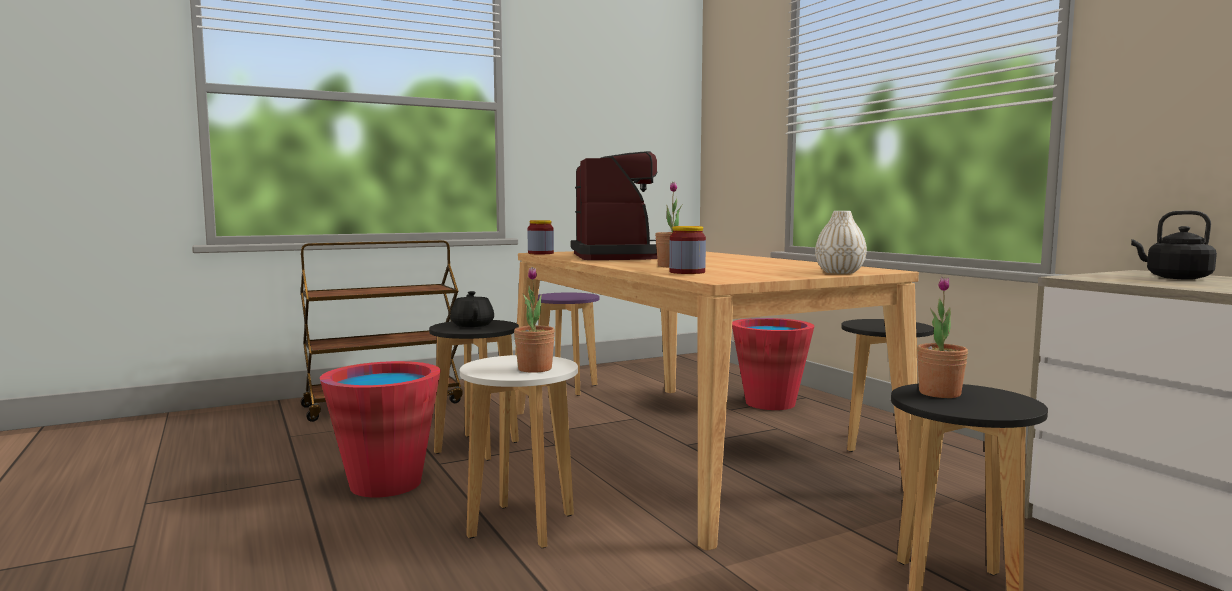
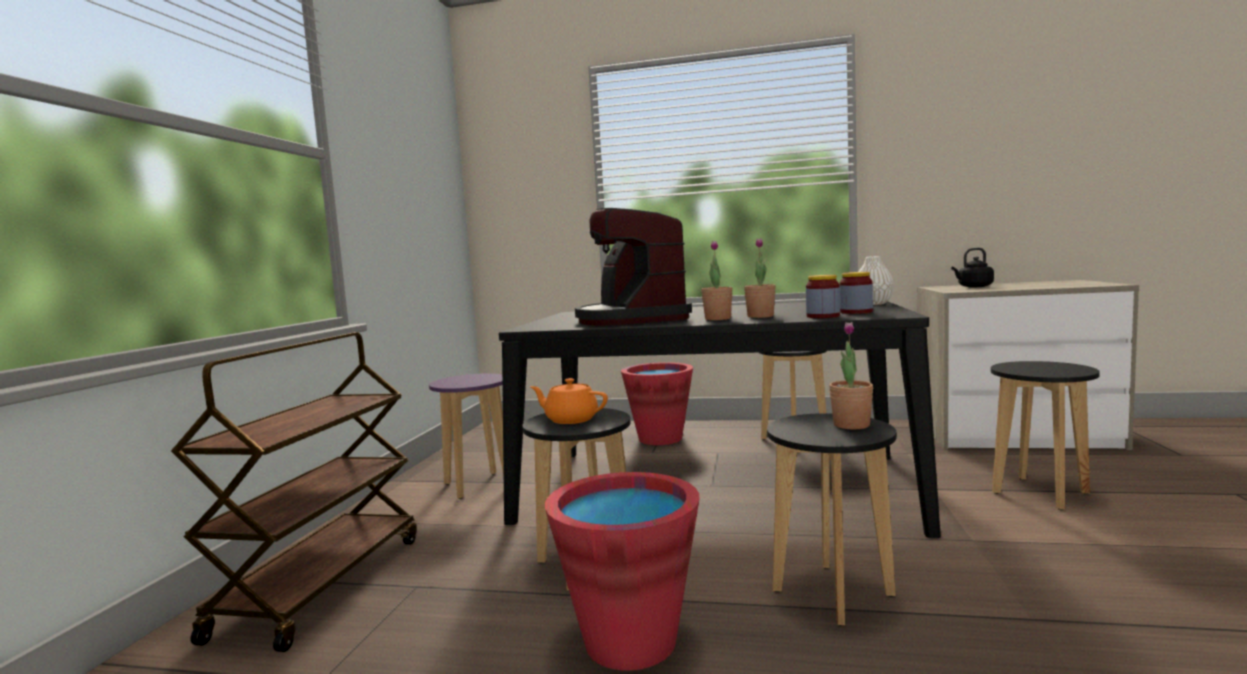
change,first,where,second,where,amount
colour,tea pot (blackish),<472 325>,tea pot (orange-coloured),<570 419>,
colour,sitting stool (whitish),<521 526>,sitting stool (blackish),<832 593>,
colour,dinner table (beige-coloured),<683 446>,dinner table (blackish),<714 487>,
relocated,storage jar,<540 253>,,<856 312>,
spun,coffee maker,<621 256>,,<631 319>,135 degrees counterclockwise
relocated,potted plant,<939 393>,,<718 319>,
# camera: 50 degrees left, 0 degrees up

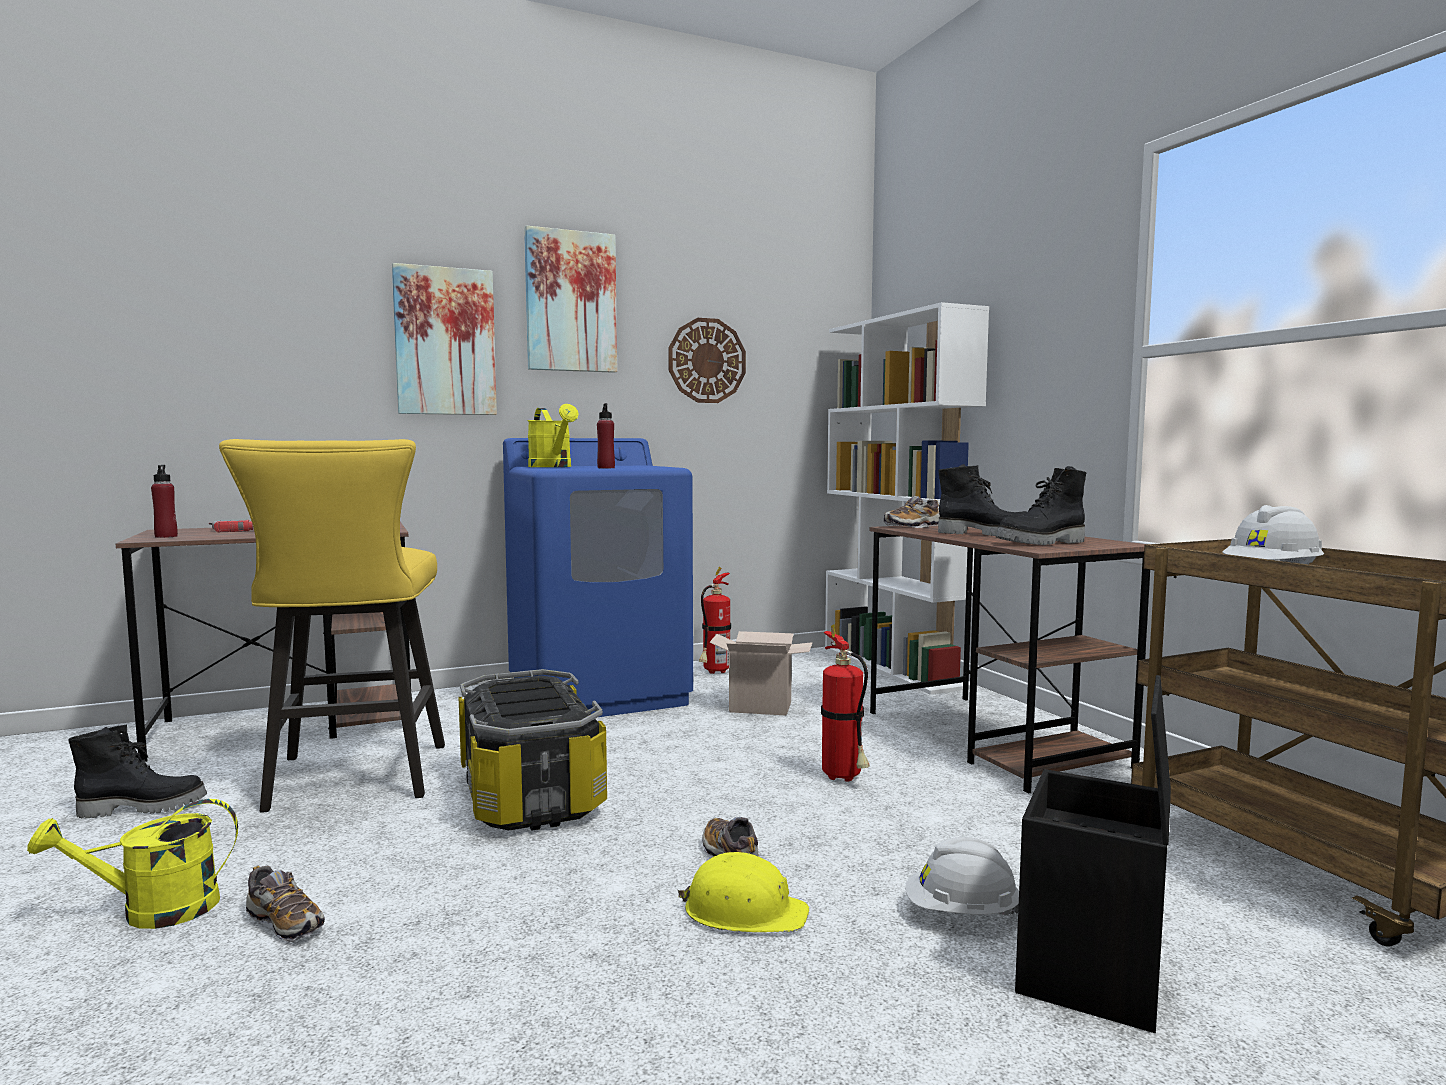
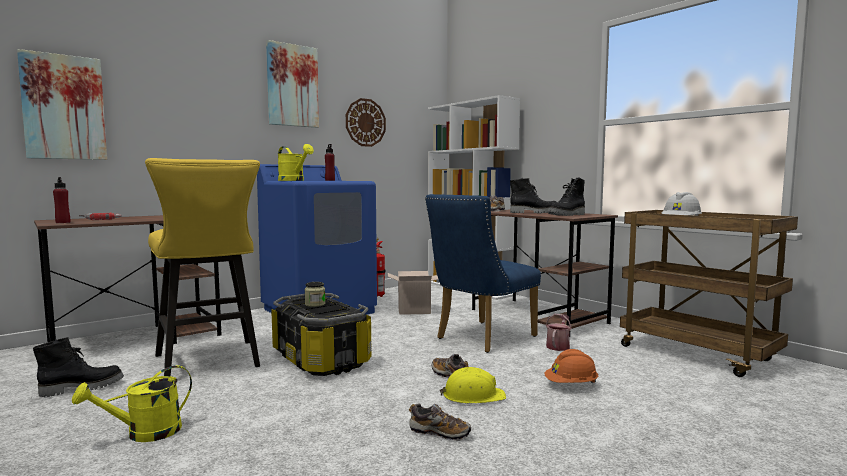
change,first,where,second,where,amount
relocated,shoe,<285 923>,,<439 433>,
relocated,wall picture,<445 342>,,<64 107>,
exchanged,fire extinguisher,<844 778>,upright chair (blue-coloured),<480 338>,
colour,hard hat (whitish),<961 914>,hard hat (orange-coloured),<571 385>,
missing,storage container (blackish),<1092 975>,,,
appeared,,,storage jar,<315 304>,
appeared,,,watering pot,<558 345>,
# camera: 15 degrees left, 0 degrees up

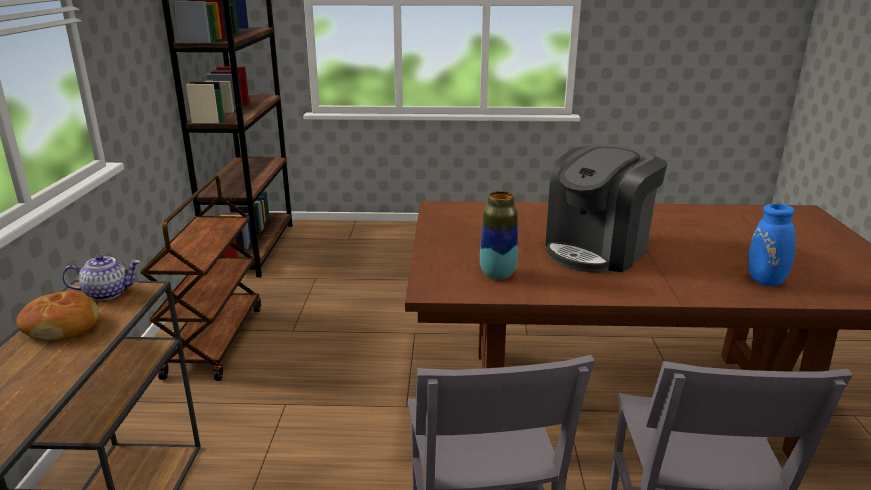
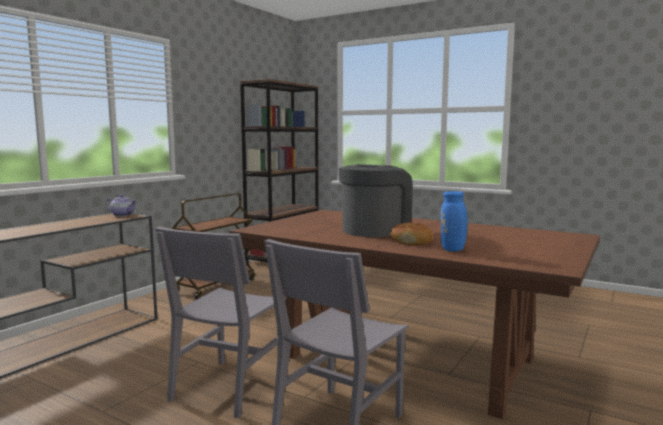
change,first,where,second,where,amount
relocated,bread,<62 326>,,<412 241>,
missing,decorative vase,<497 274>,,,
spun,coffee maker,<597 250>,,<375 230>,150 degrees clockwise
# camera: 30 degrees right, 15 degrees down

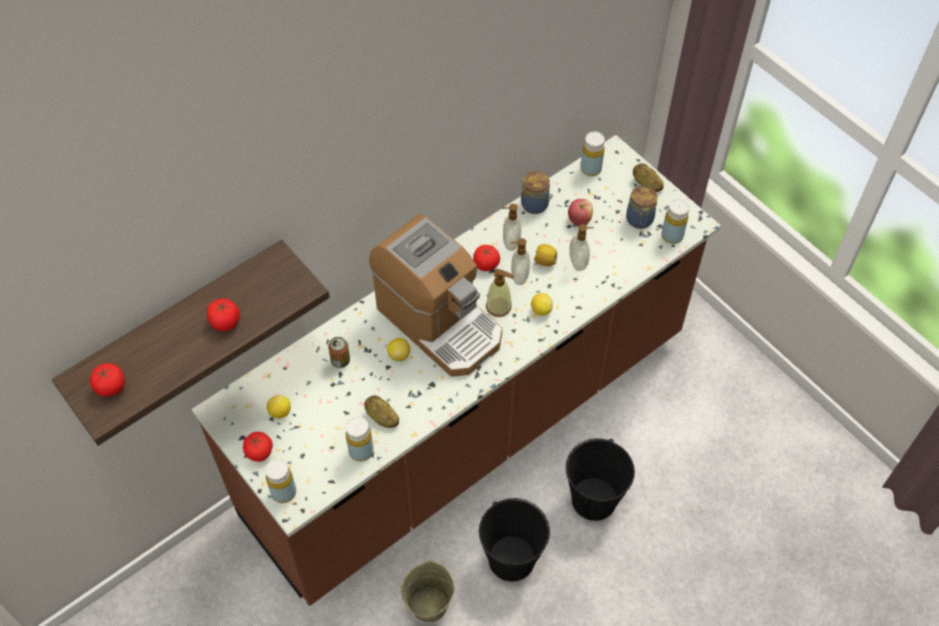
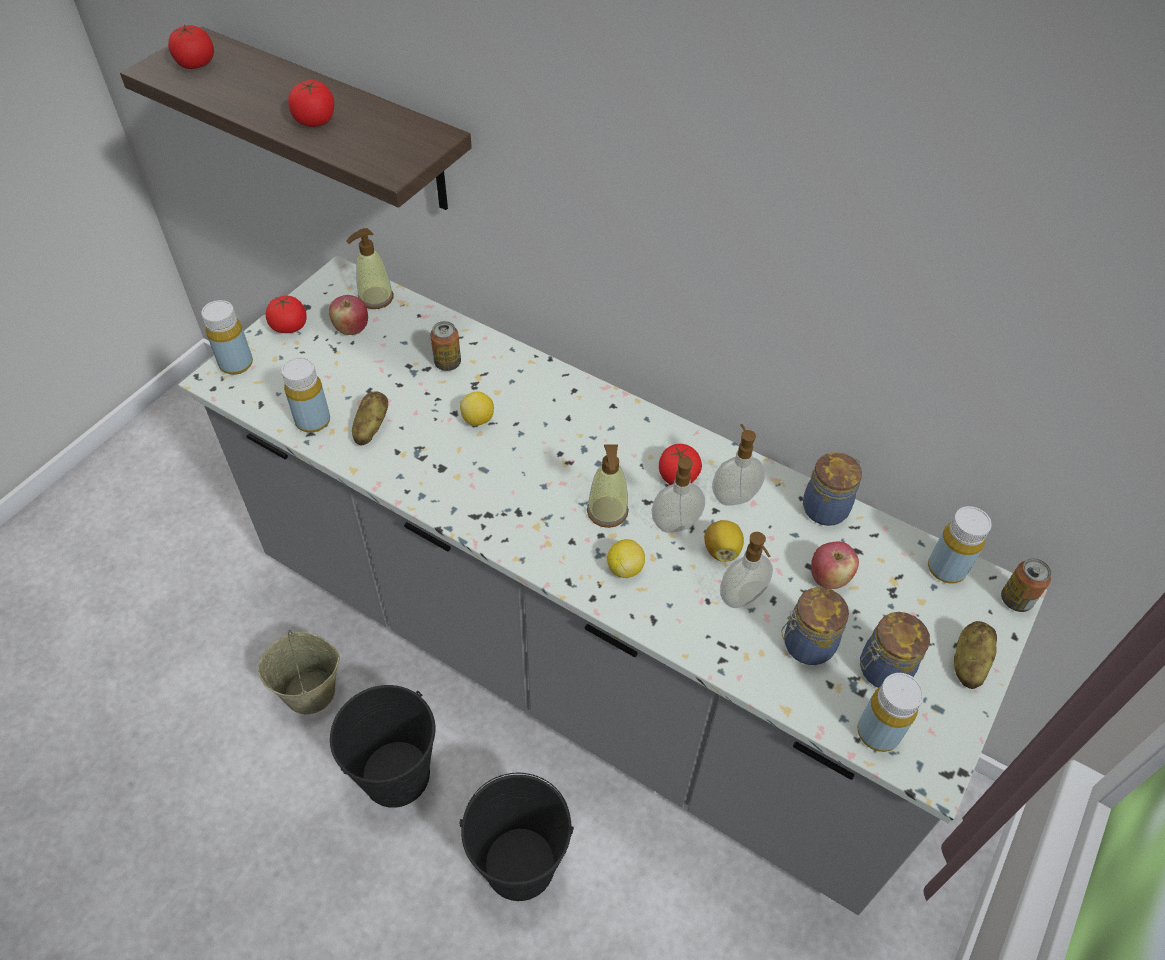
change,first,where,second,where,amount
colour,kitchen base unit (brown),<469 428>,kitchen base unit (greyish),<577 664>,
exchanged,citrus fruit,<280 412>,apple,<352 329>,
missing,coffee maker,<439 322>,,,
appeared,,,liquid soap bottle,<375 298>,
appeared,,,storage jar,<805 645>,
appeared,,,metal can,<1016 600>,
# camera: 70 degrees right, 5 degrees down

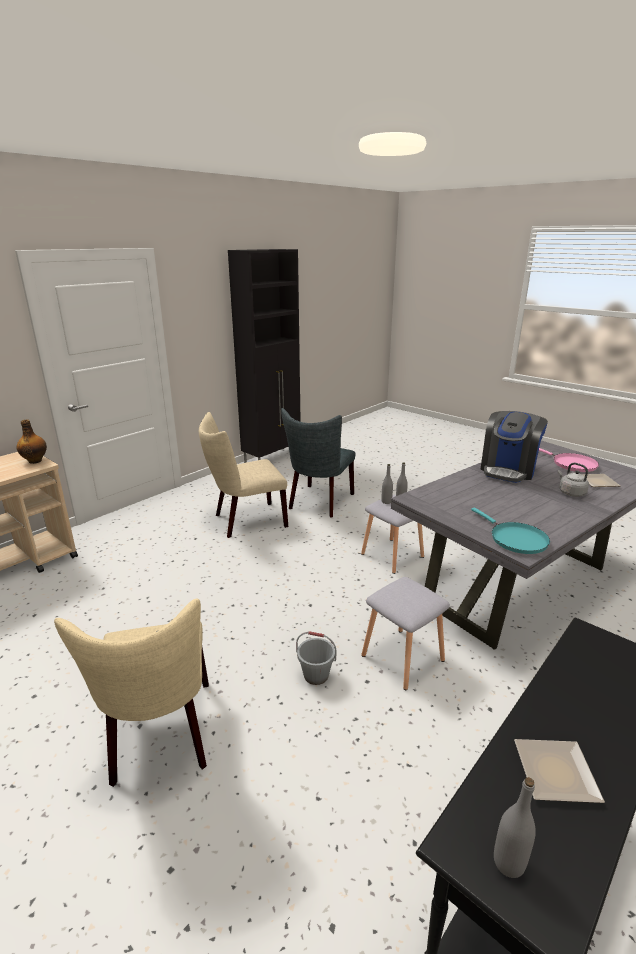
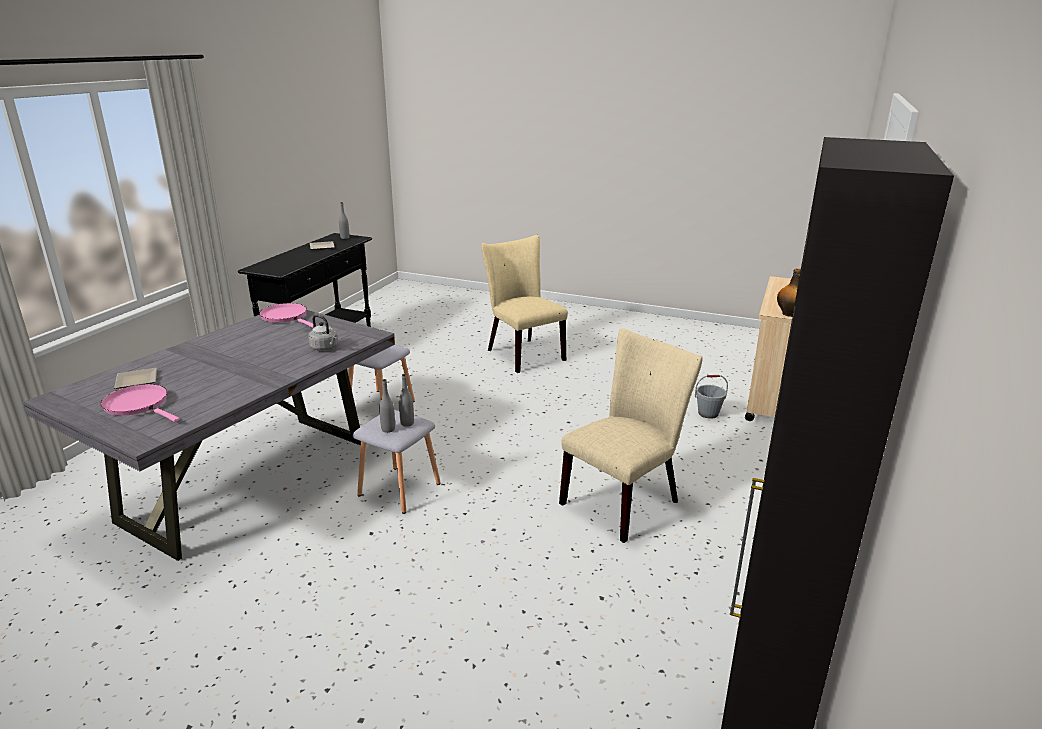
change,first,where,second,where,amount
missing,upright chair (greyish),<319 503>,,,
relocated,water bucket (greyish),<315 675>,,<708 413>,
colour,frying pan (turquoise-coloured),<515 539>,frying pan (pinkish),<286 317>,
missing,coffee maker,<508 470>,,,
relocated,kettle (greyish),<570 492>,,<325 348>,
# camera: 160 degrees right, 0 degrees up

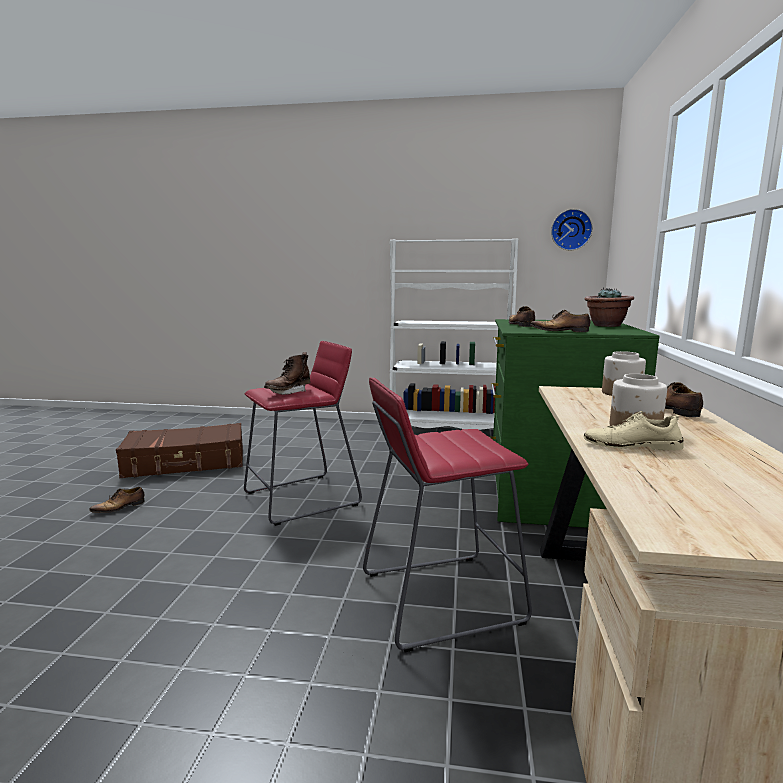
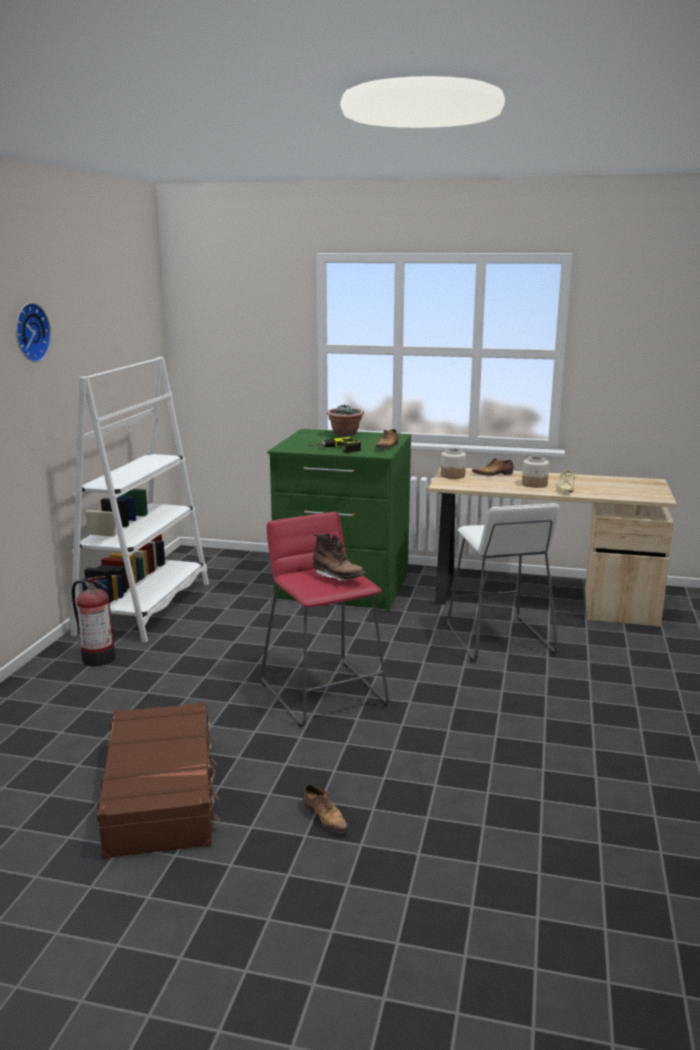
change,first,where,second,where,amount
colour,sitting stool (reddish),<440 598>,sitting stool (whitish),<498 639>,
exchanged,shoe,<520 325>,electric drill,<336 450>,
relocated,wall clock,<571 230>,,<29 332>,
appeared,,,fire extinguisher,<97 658>,
# camera: 85 degrees left, 5 degrees up

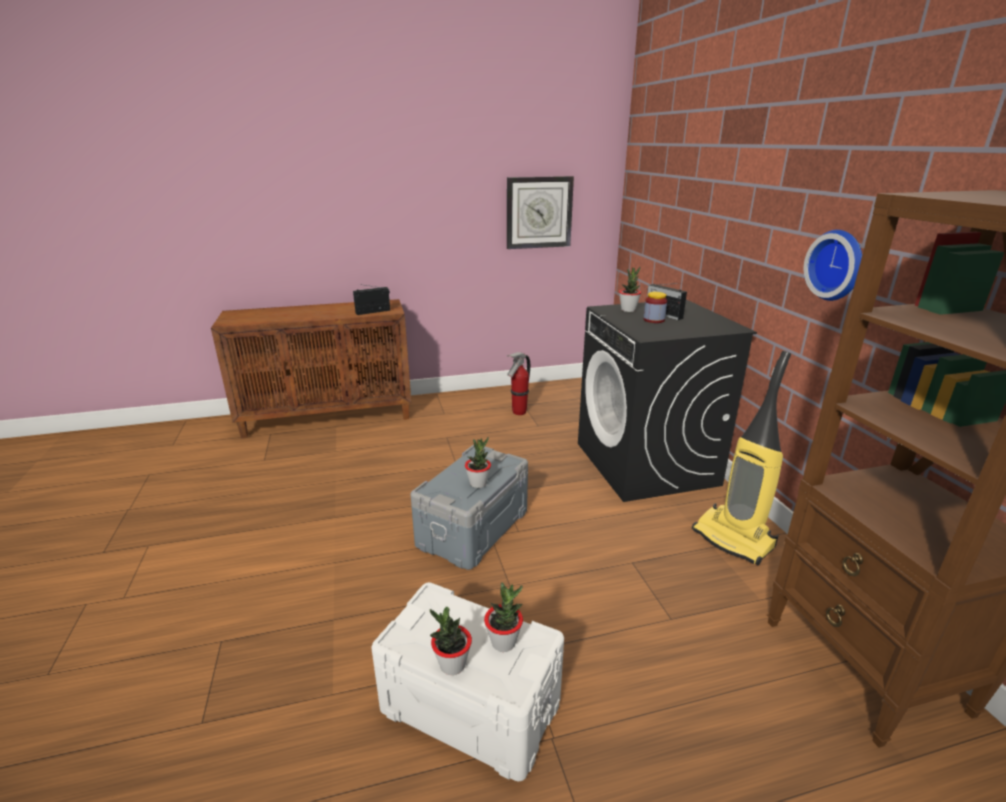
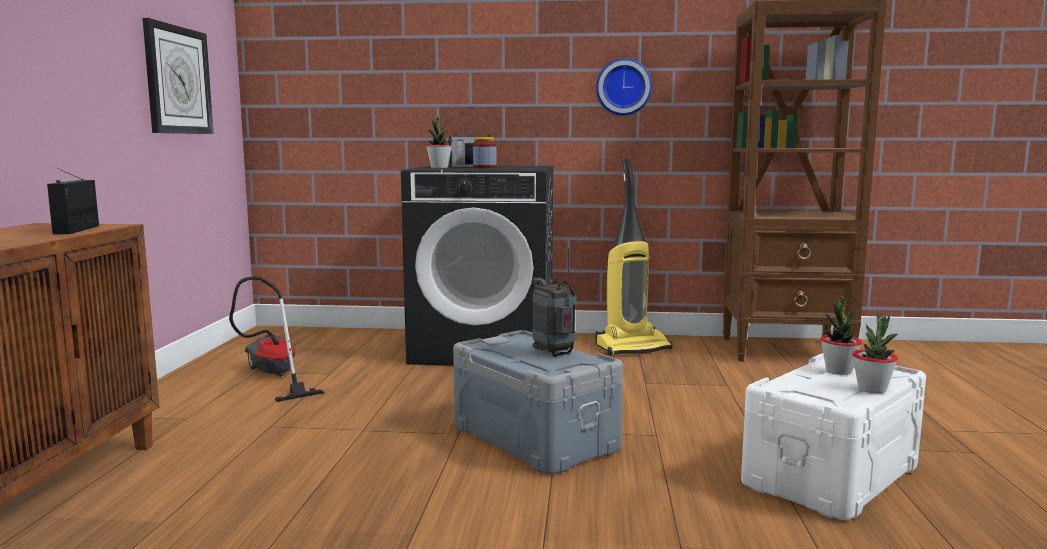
change,first,where,second,where,amount
exchanged,potted plant,<478 483>,radio,<553 353>,
exchanged,fire extinguisher,<519 412>,vacuum,<273 377>,
# camera: 70 degrees left, 15 degrees down

